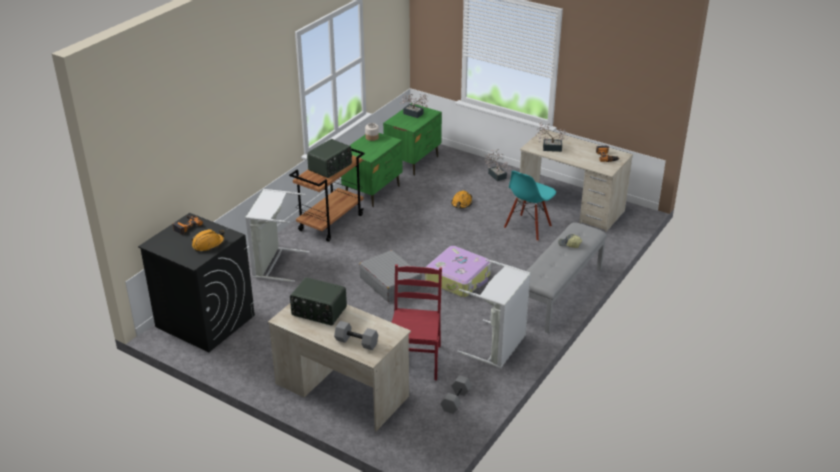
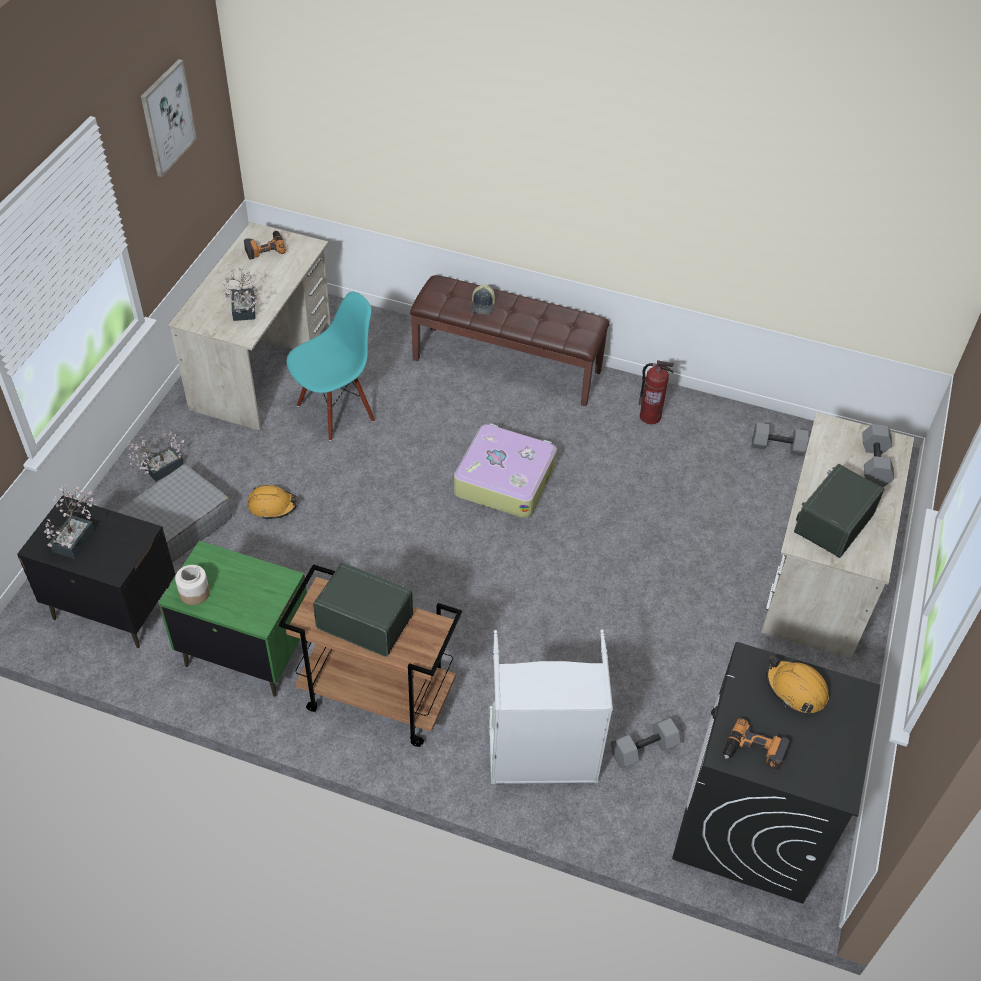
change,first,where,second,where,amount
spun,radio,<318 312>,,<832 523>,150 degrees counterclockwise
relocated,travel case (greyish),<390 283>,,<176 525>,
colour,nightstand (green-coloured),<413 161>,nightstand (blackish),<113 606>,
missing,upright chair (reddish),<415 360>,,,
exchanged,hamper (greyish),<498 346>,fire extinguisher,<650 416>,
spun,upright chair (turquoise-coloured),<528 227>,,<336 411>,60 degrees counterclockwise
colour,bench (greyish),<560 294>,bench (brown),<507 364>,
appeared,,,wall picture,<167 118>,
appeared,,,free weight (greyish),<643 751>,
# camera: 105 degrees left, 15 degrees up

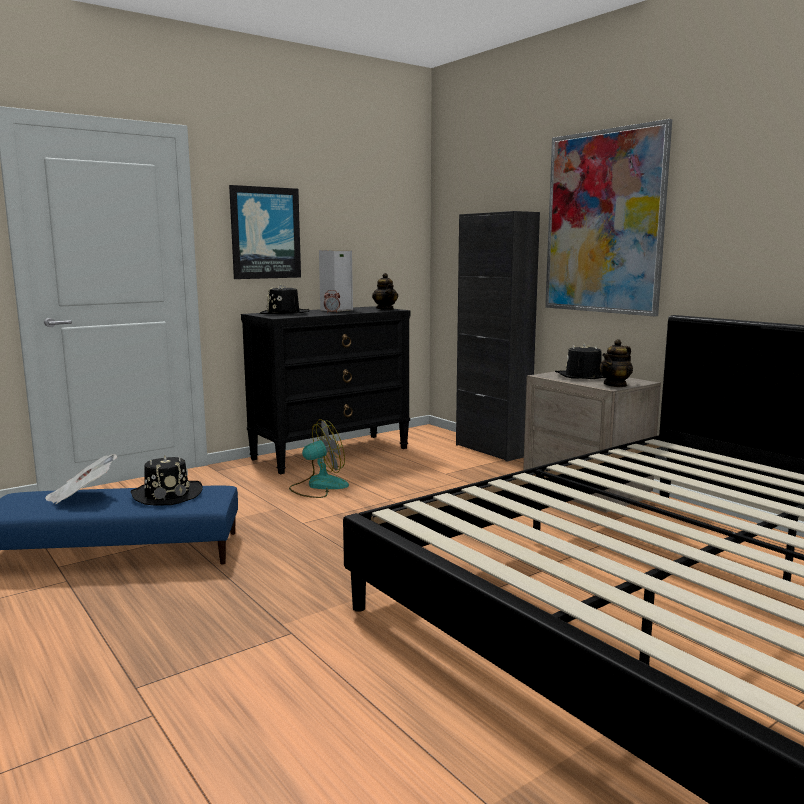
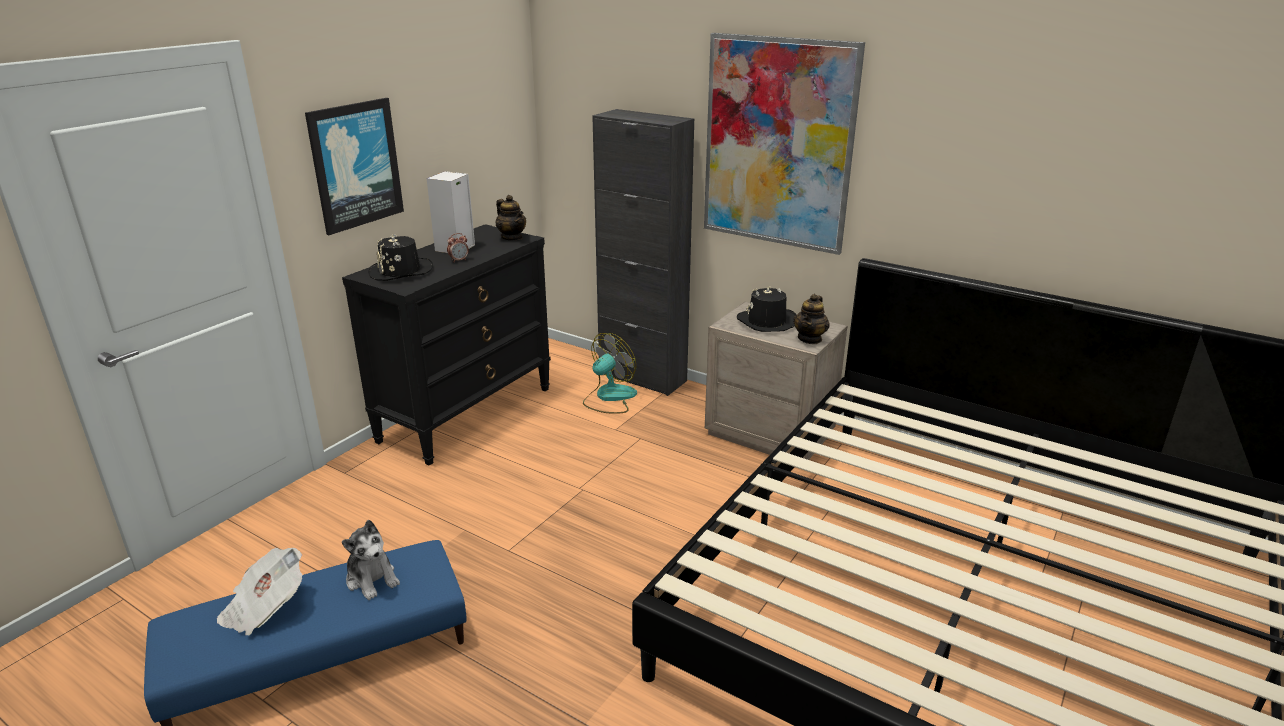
change,first,where,second,where,amount
exchanged,hat (blackish),<167 494>,cuddly toy,<372 579>,
relocated,electric fan,<318 486>,,<609 397>,
# camera: 20 degrees left, 15 degrees up

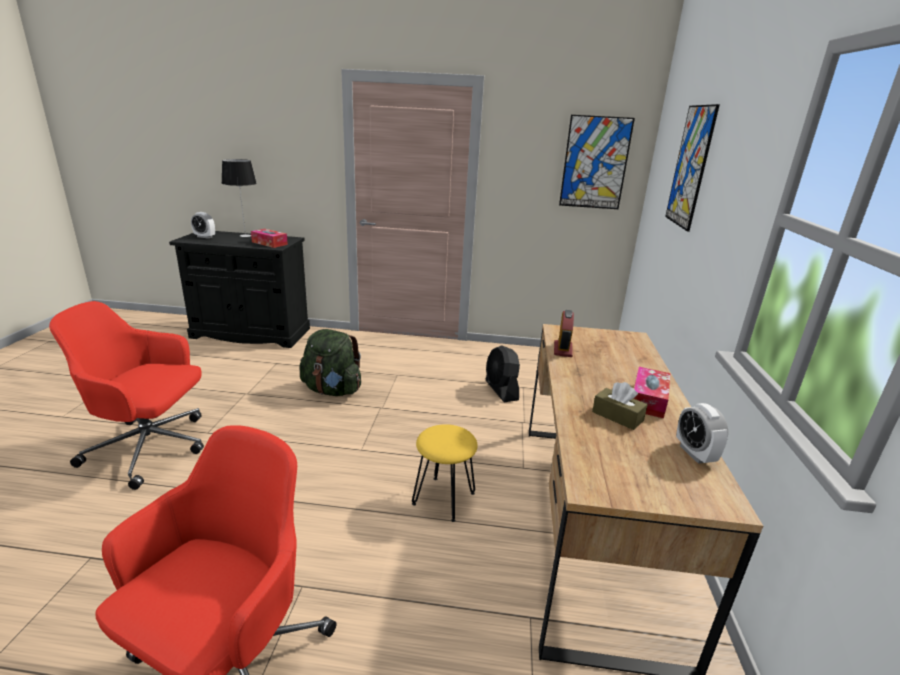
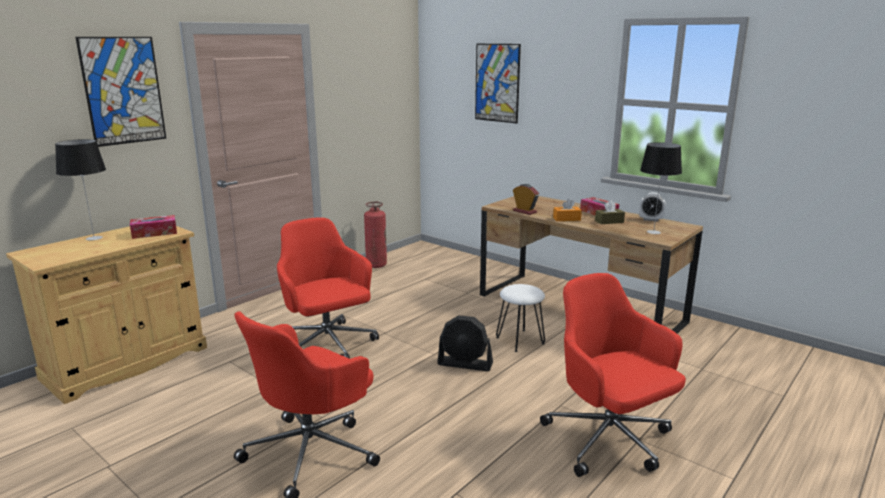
change,first,where,second,where,amount
colour,storage cabinet (blackish),<251 333>,storage cabinet (beige-coloured),<126 363>,
missing,bedside clock,<204 237>,,,
exchanged,rucksack (green-coloured),<332 390>,office chair (reddish),<327 345>,
colour,sitting stool (yellow-coloured),<443 498>,sitting stool (whitish),<519 340>,
relocated,electric fan (blackish),<501 390>,,<465 364>,
relocated,wall picture,<595 163>,,<123 91>,
appeared,,,fire extinguisher,<376 265>,
appeared,,,box of tissues (orange-coloured),<566 219>,
appeared,,,table lamp,<654 232>,
# camera: 55 degrees left, 5 degrees down

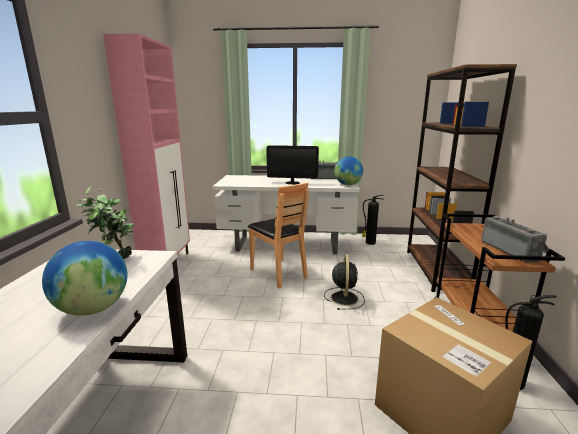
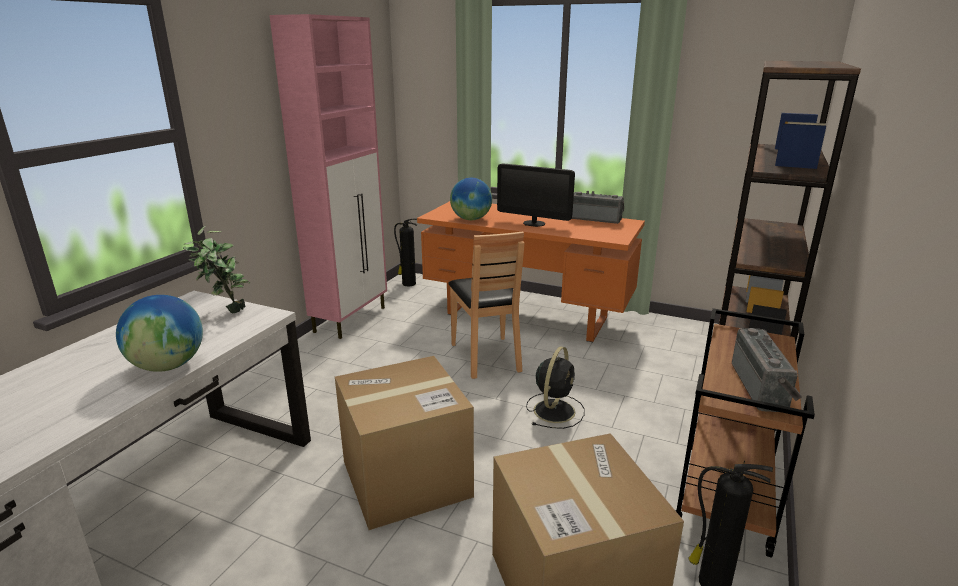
change,first,where,second,where,amount
colour,desk (whitish),<287 245>,desk (orange-coloured),<527 316>,
relocated,globe,<347 185>,,<471 219>,
relocated,fire extinguisher,<369 242>,,<408 283>,
appeared,,,packing box,<406 479>,
# camera: 20 degrees right, 5 degrees up

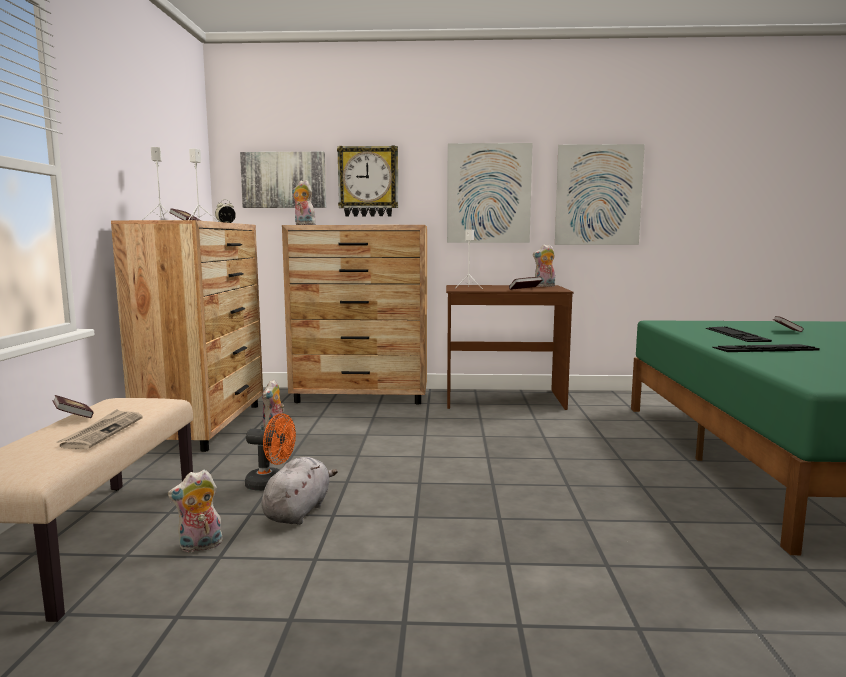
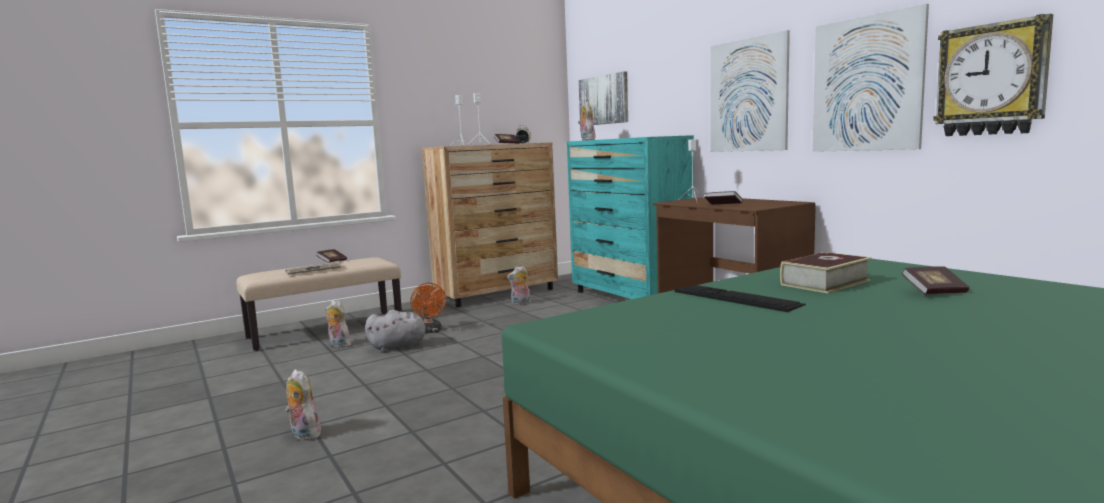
change,first,where,second,where,amount
colour,chest of drawers (brown),<361 396>,chest of drawers (turquoise-coloured),<630 297>,
relocated,wall clock,<368 182>,,<991 80>,
relocated,cuddly toy,<544 286>,,<303 435>,
exchanged,PC keyboard,<736 334>,book,<825 282>,
# camera: 55 degrees right, 0 degrees up

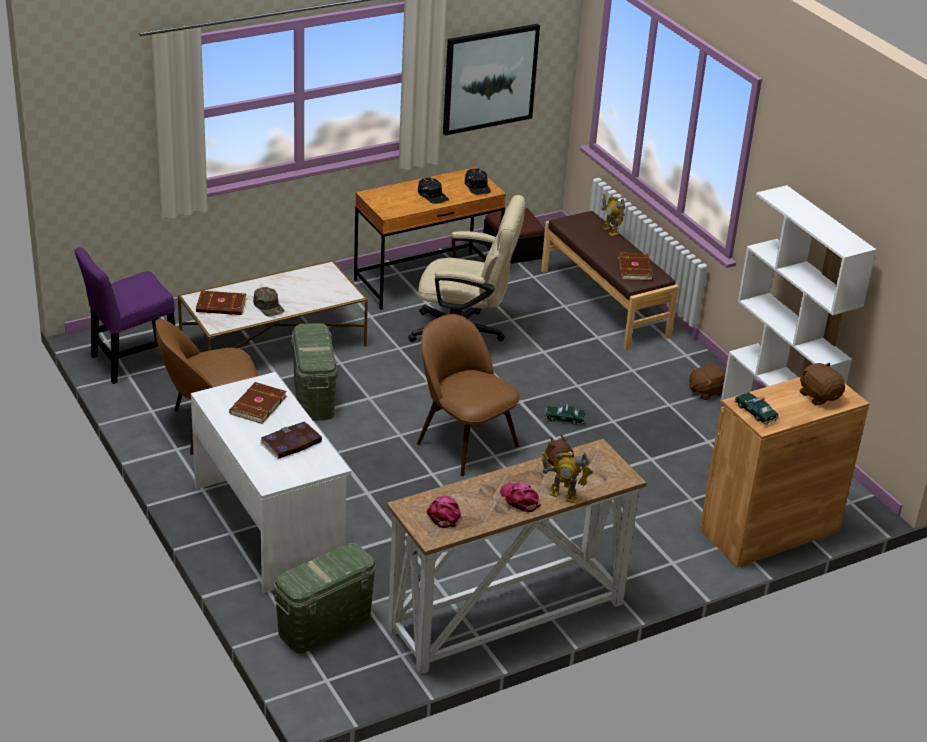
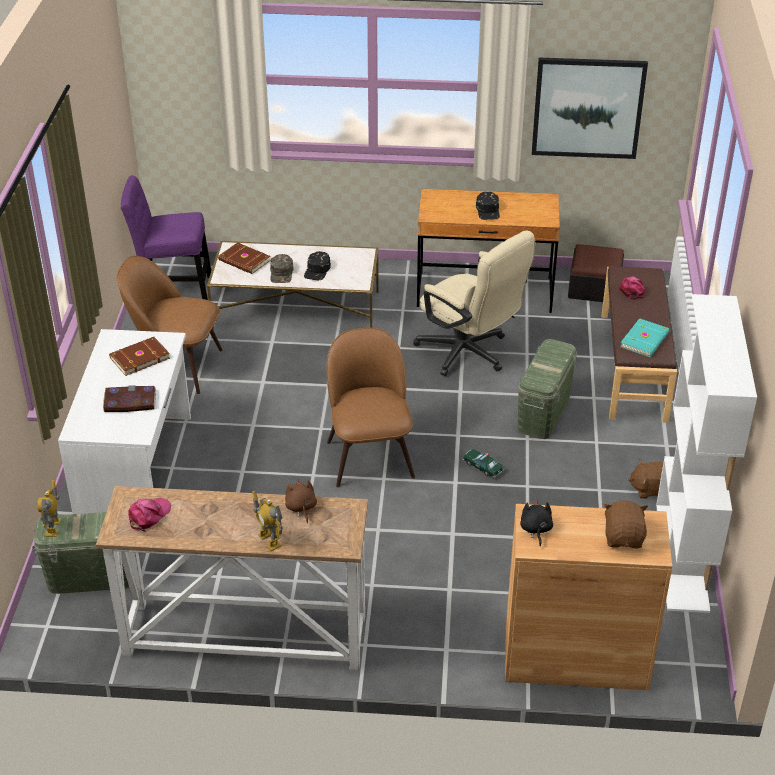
change,first,where,second,where,amount
relocated,storage container (green-coloured),<314 397>,,<544 413>,
relocated,baseball cap (blackish),<478 186>,,<317 270>,
relocated,baseball cap (pinkish),<520 499>,,<632 289>,
relocated,toy robot,<610 231>,,<53 528>,
colour,book (brown),<635 269>,book (turquoise-coloured),<645 340>,
exchanged,miniature car,<755 412>,cuddly toy (blackish),<535 529>,
# camera: 35 degrees right, 5 degrees up

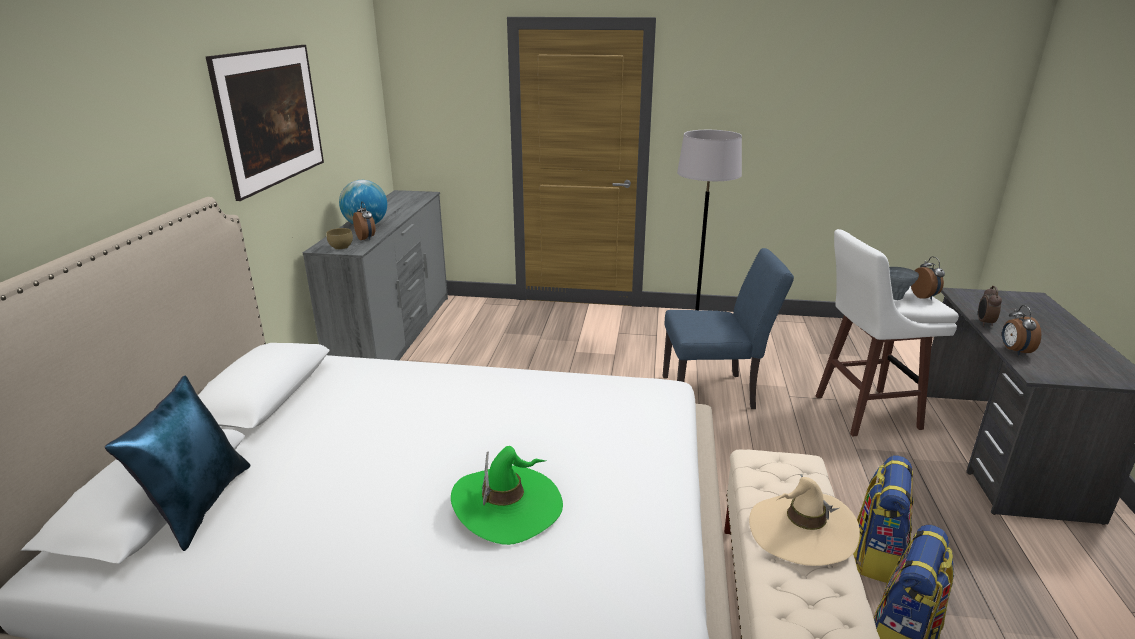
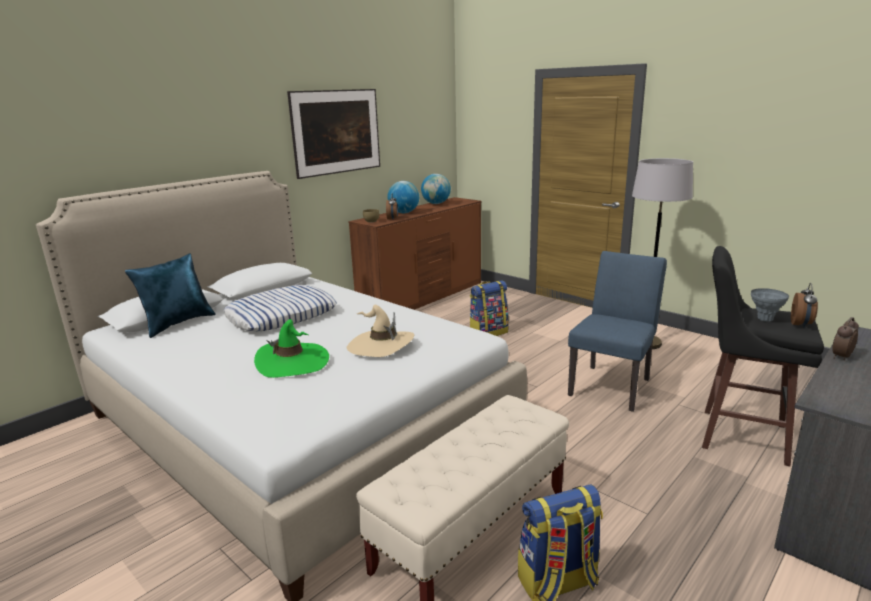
change,first,where,second,where,amount
colour,chest of drawers (greyish),<396 336>,chest of drawers (brown),<423 298>,
spun,upright chair (blue-coloured),<716 392>,,<612 384>,90 degrees counterclockwise
relocated,hat (beige-coloured),<801 531>,,<381 346>,
colour,sitting stool (whitish),<863 412>,sitting stool (blackish),<740 435>,
relocated,rucksack,<876 556>,,<488 332>,
missing,bedside clock,<1014 351>,,,
appeared,,,throw pillow,<281 315>,
appeared,,,globe,<436 203>,
# camera: 35 degrees right, 5 degrees down

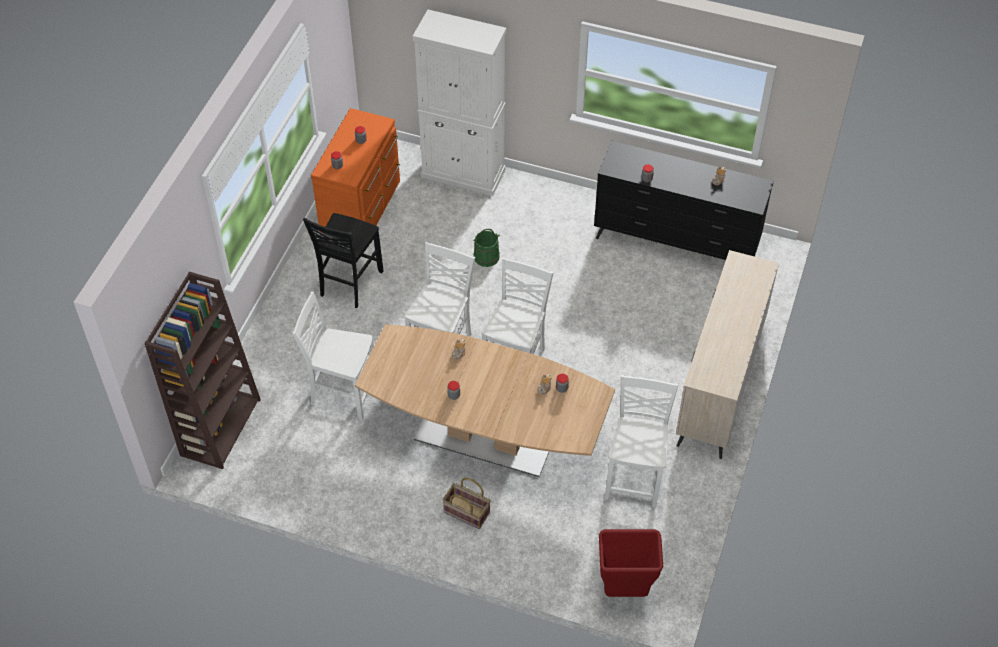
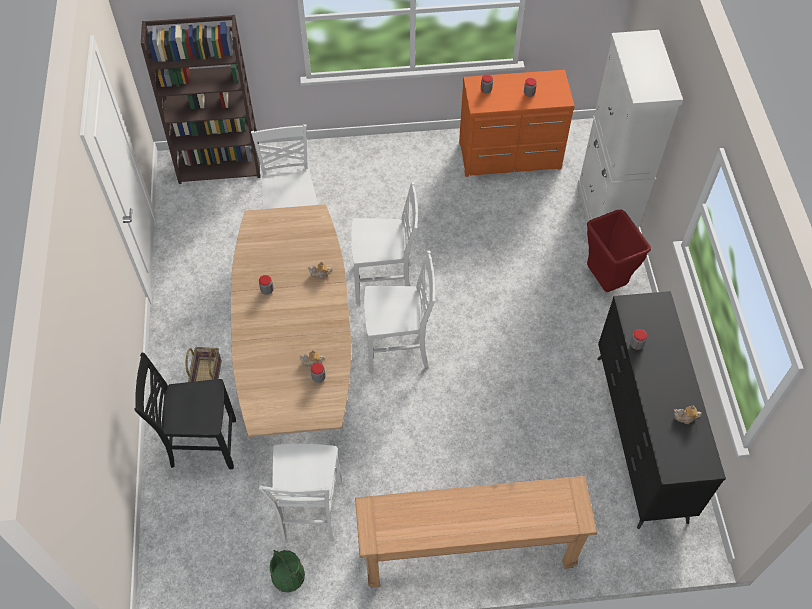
change,first,where,second,where,amount
relocated,upright chair (blackish),<349 284>,,<202 444>,
relocated,water bucket (green-coloured),<486 256>,,<288 575>,
relocated,trash can (reddish),<624 591>,,<603 281>,
spun,upright chair (whitish),<635 478>,,<310 511>,105 degrees clockwise
exchanged,chest of drawers (beige-coloured),<719 386>,console table (brown),<468 552>,
# camera: 65 degrees right, 5 degrees up

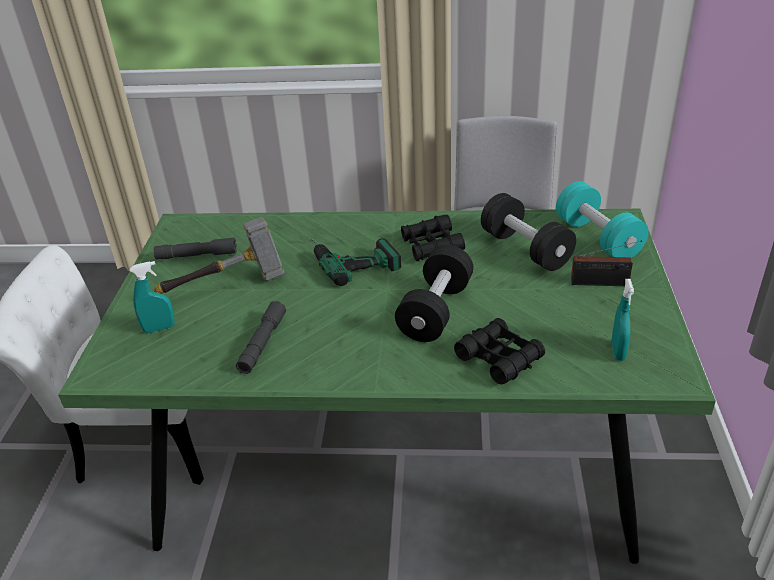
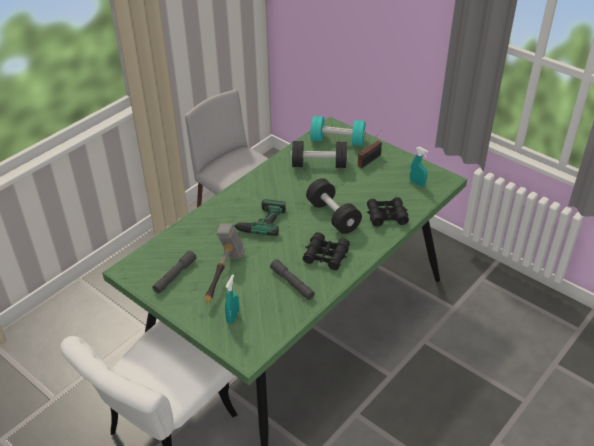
change,first,where,second,where,amount
relocated,field glasses (blackish),<431 245>,,<326 256>,
# camera: 55 degrees left, 5 degrees up

